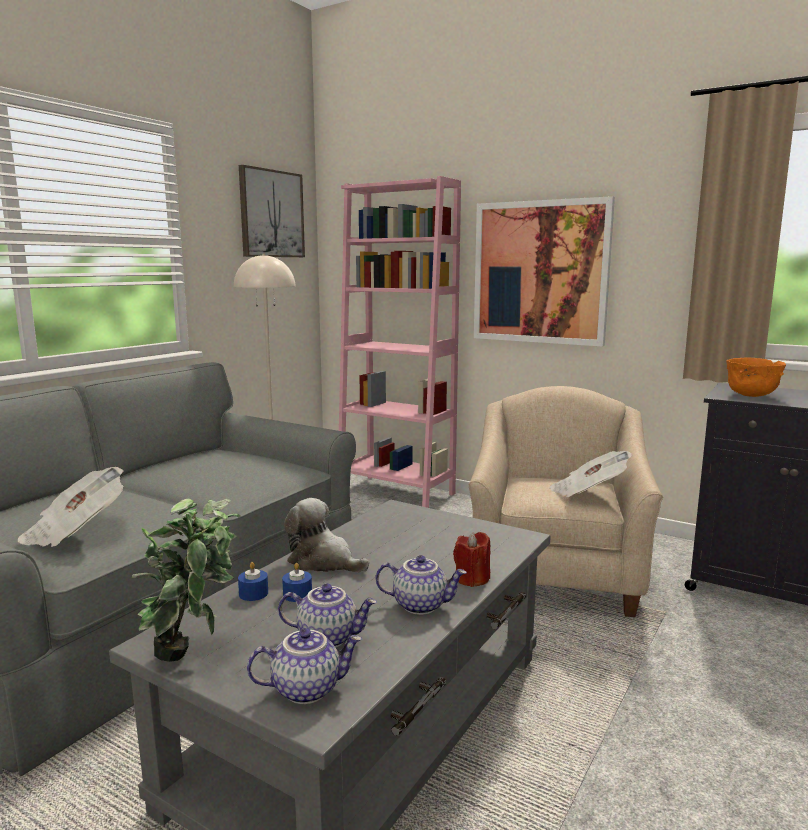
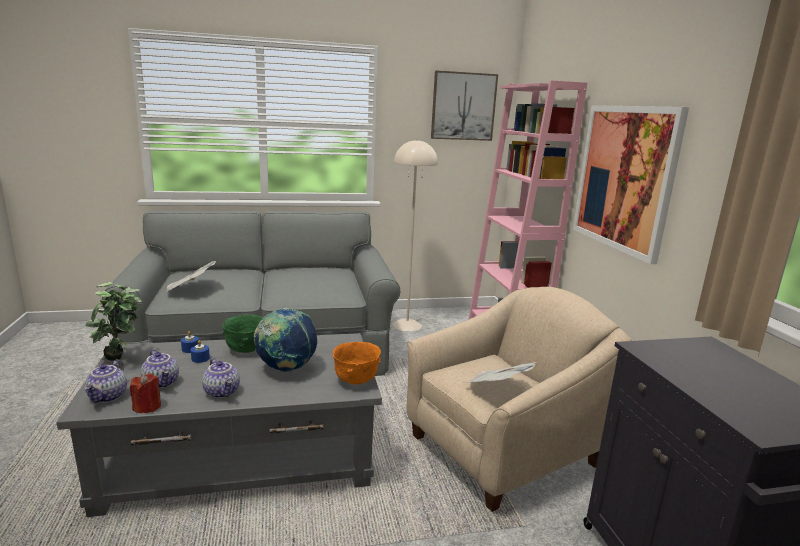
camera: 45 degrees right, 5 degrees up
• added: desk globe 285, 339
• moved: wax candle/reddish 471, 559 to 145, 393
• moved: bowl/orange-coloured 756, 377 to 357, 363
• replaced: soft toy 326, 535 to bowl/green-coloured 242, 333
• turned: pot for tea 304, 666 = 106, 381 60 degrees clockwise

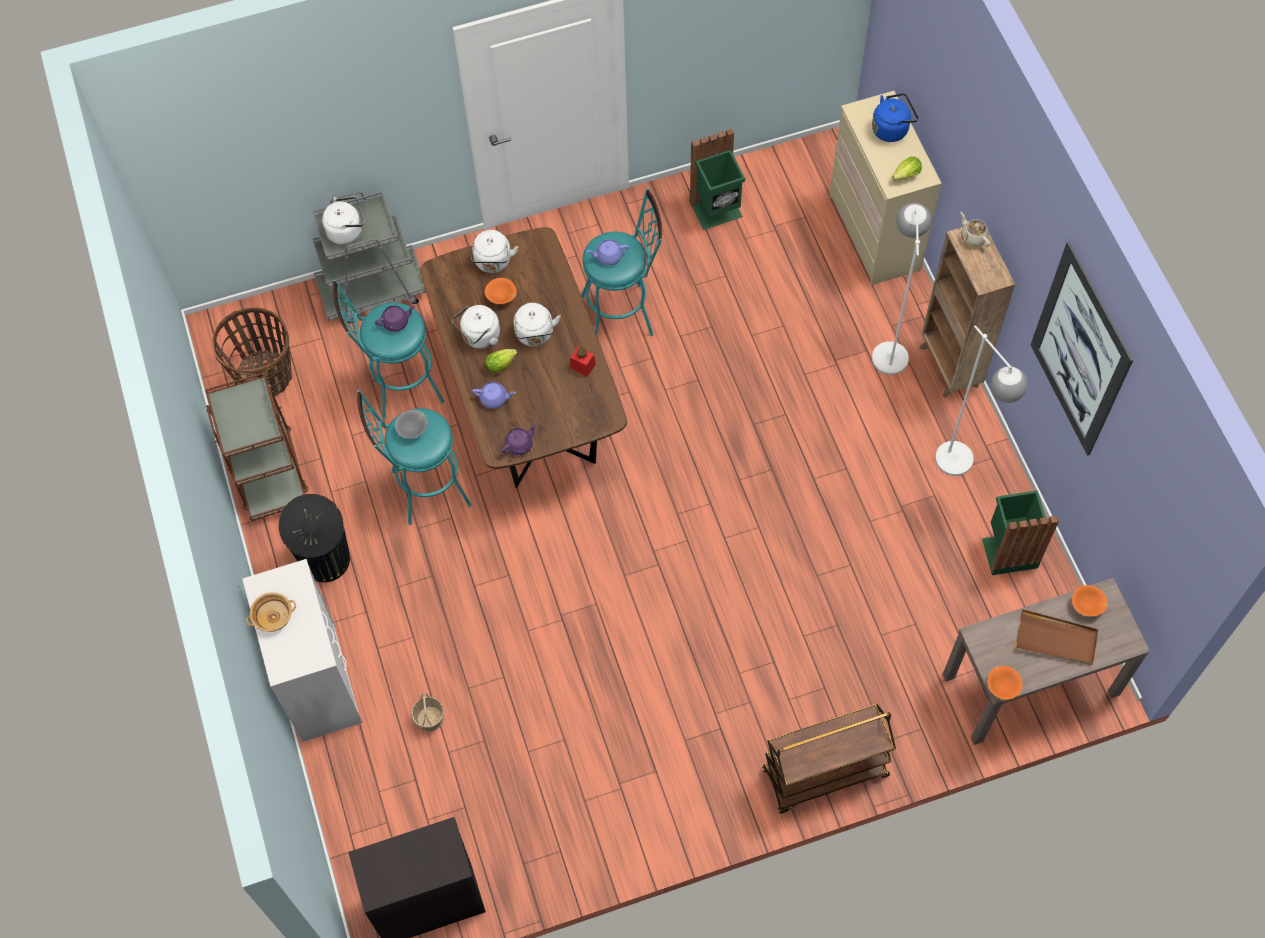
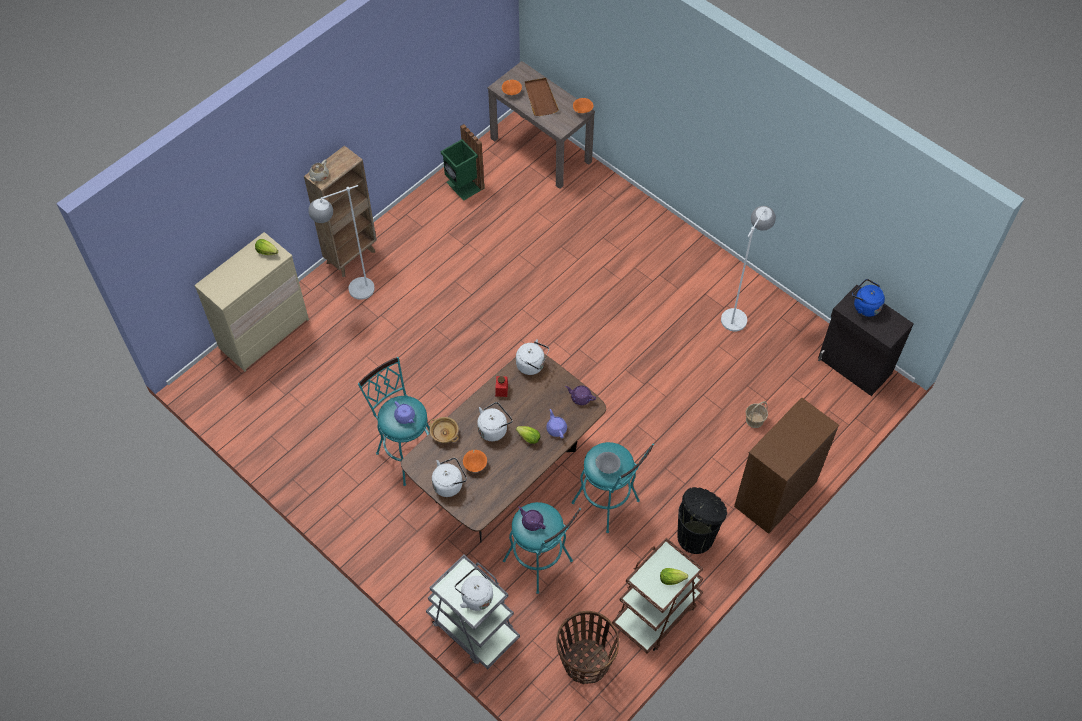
camera: 120 degrees left, 5 degrees down
• removed: trash can/green-coloured 717, 179
• removed: wheeled cart/brown-coloured 829, 759
• removed: picture 1082, 349
• added: head of lettuce 674, 576
• moved: bowl/beige 271, 612 to 444, 430
• moved: kettle/whitish 476, 327 to 532, 357
• moved: kettle/bluish 895, 117 to 868, 298
• moved: standard lamp/whitish 981, 400 to 748, 268
• recoloured: chest of drawers/whitish 302, 650 to chest of drawers/brown-coloured 786, 465

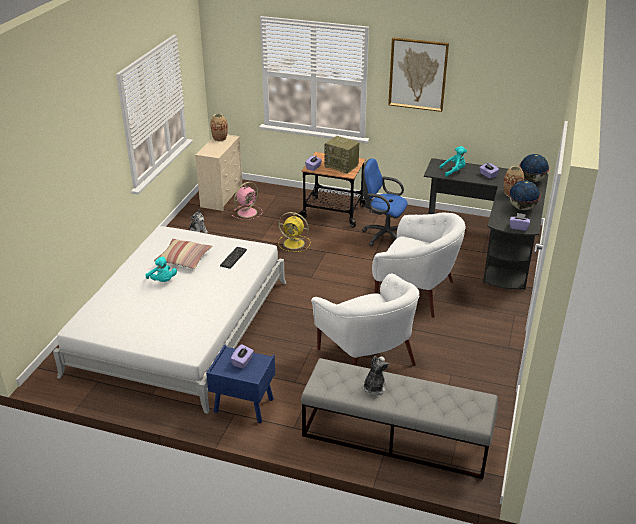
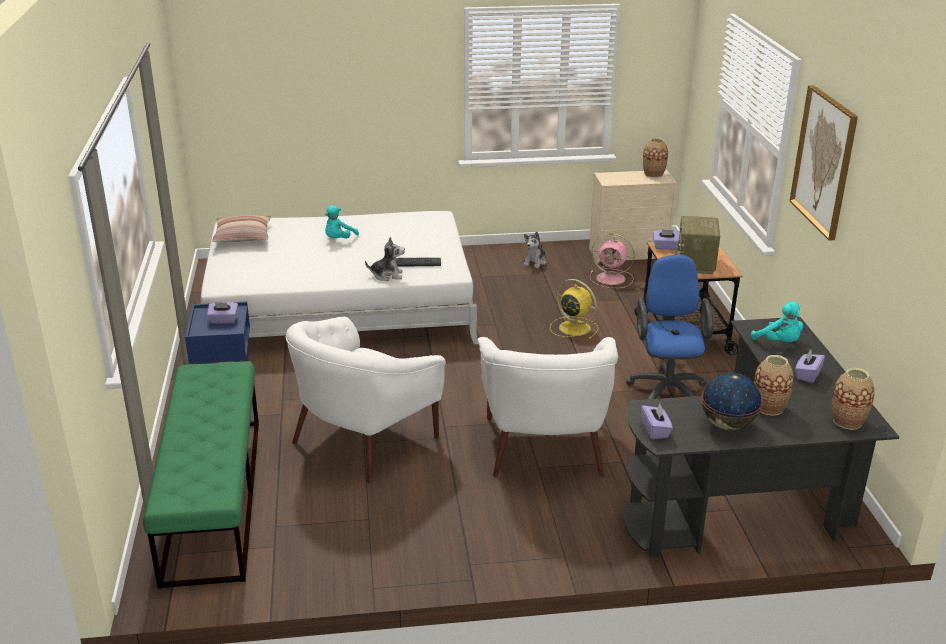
camera: 65 degrees right, 5 degrees down
• moved: pillow 183, 254 to 241, 228
• moved: soft toy 375, 375 to 385, 259
• replaced: desk globe 534, 168 to decorative vase 853, 399
• recoloured: indoor bench/grey 399, 418 to indoor bench/green-coloured 201, 475
• turned: cooling fan/yellow 294, 232 = 574, 309 135 degrees clockwise

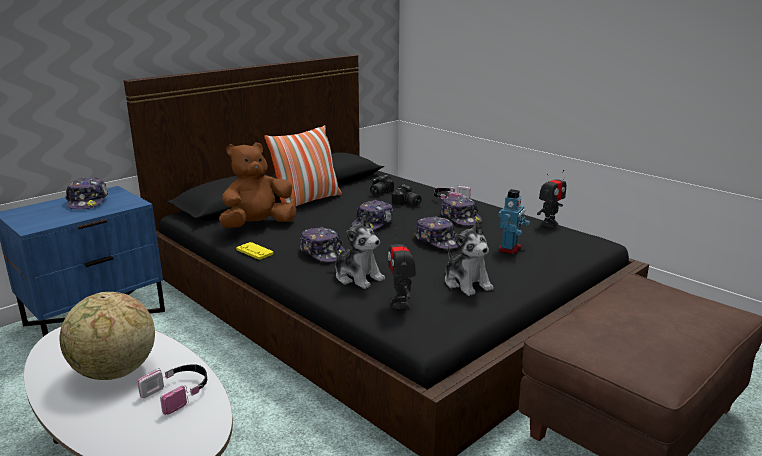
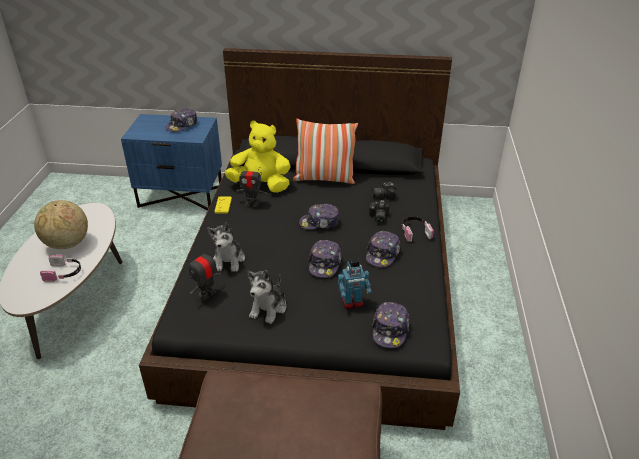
camera: 50 degrees right, 15 degrees up
• moved: baseball cap 322, 244 to 390, 325
• moved: model robot 551, 198 to 252, 187
• recoloured: soft toy/brown-coloured 258, 185 to soft toy/yellow 258, 157

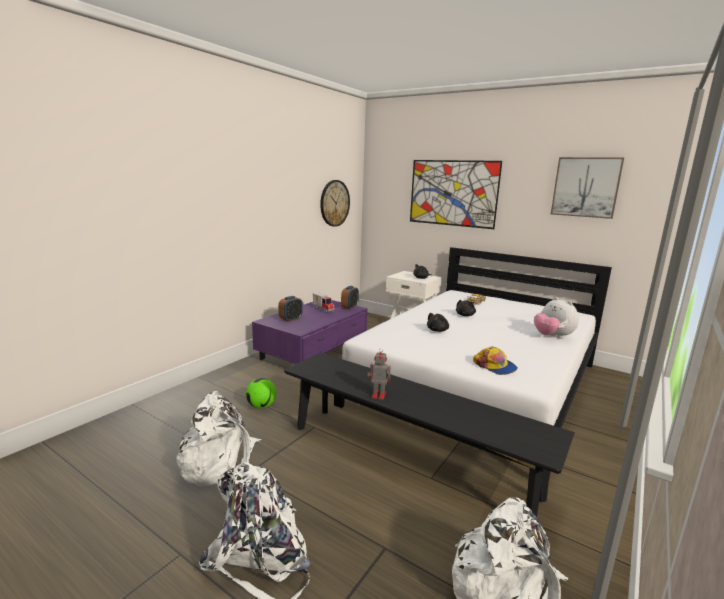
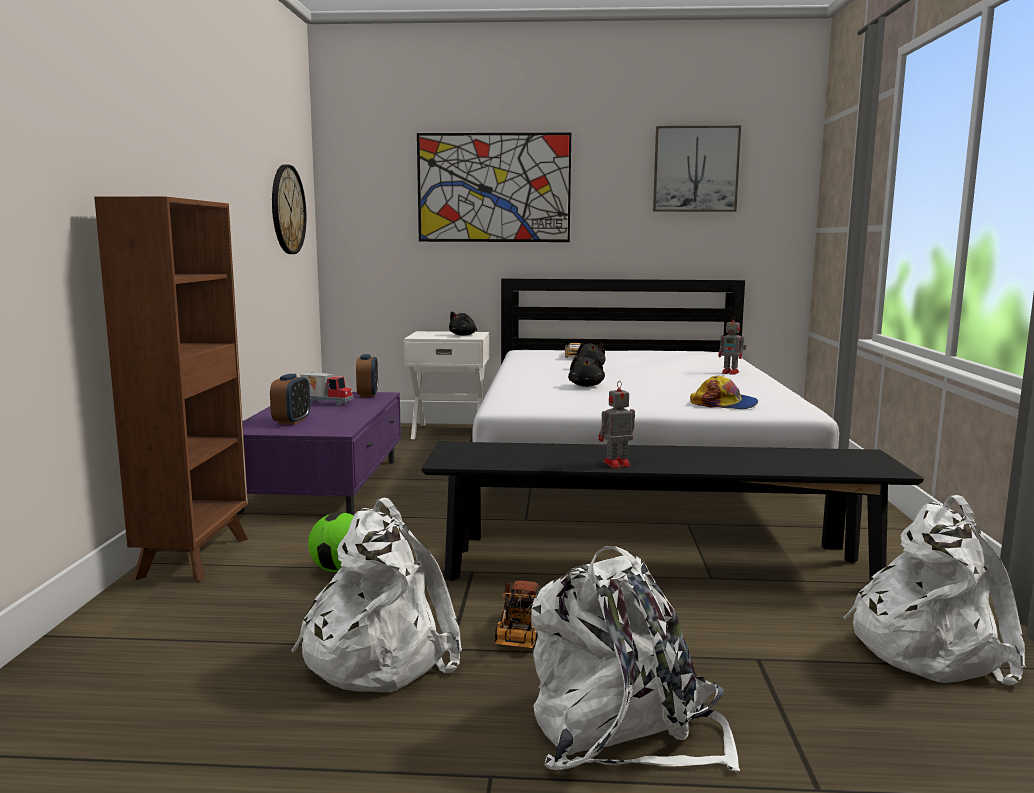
camera: 30 degrees left, 5 degrees down
• added: shelving unit/brown-coloured 171, 389
• added: toy lorry 519, 614
• replaced: soft toy 556, 318 to model robot 732, 345

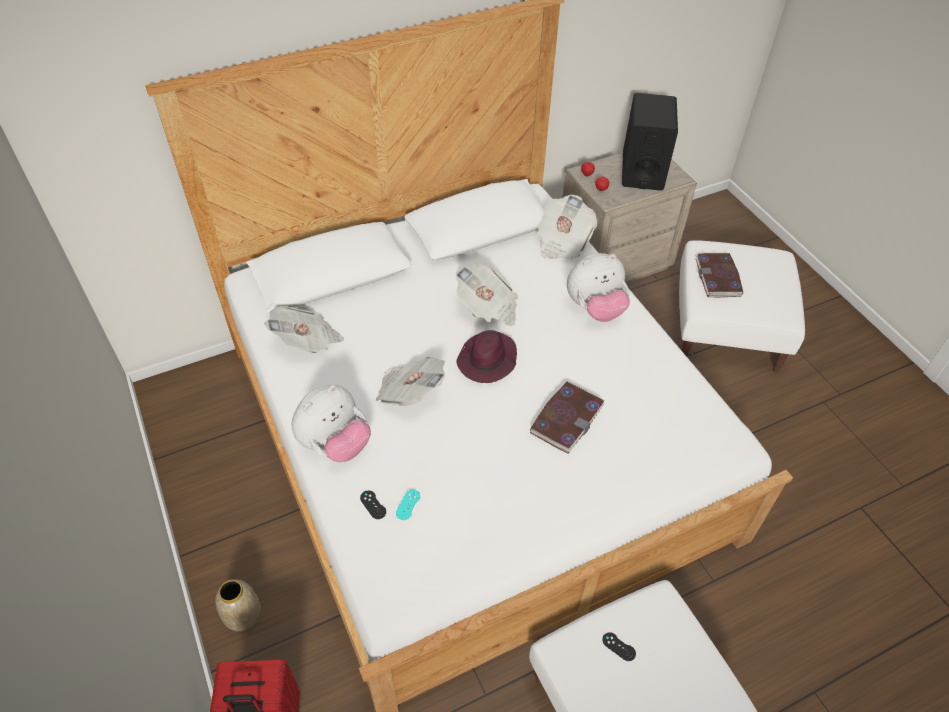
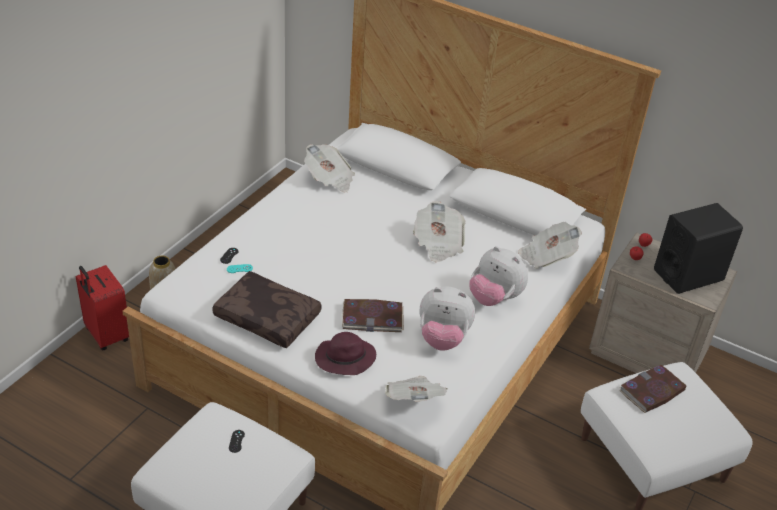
camera: 55 degrees right, 10 degrees down
• added: pillow/brown-coloured 267, 309
• moved: soft toy 331, 423 to 447, 319
• moved: daily paper 410, 381 to 416, 389
• moved: clothing hat/purplish 486, 356 to 345, 353

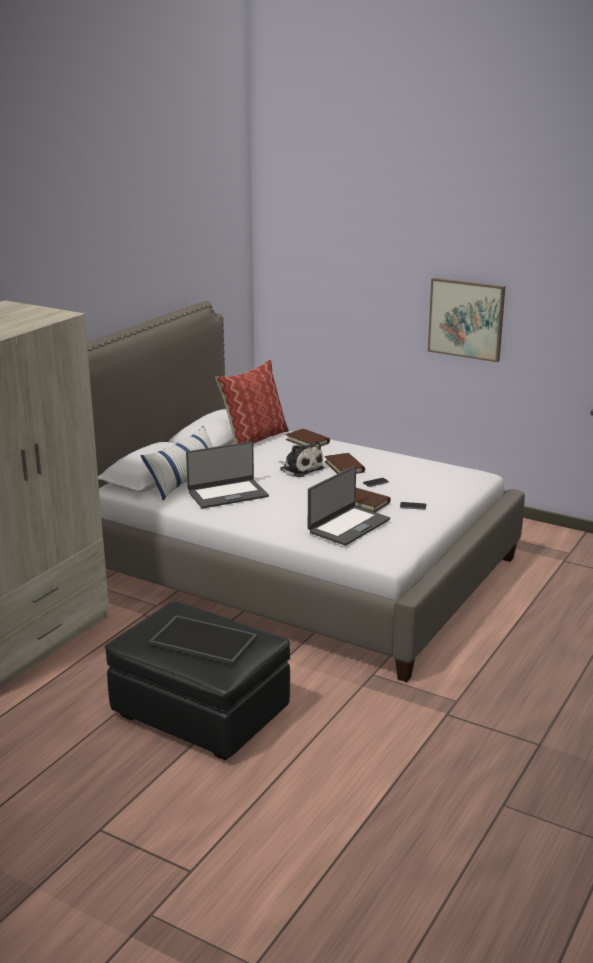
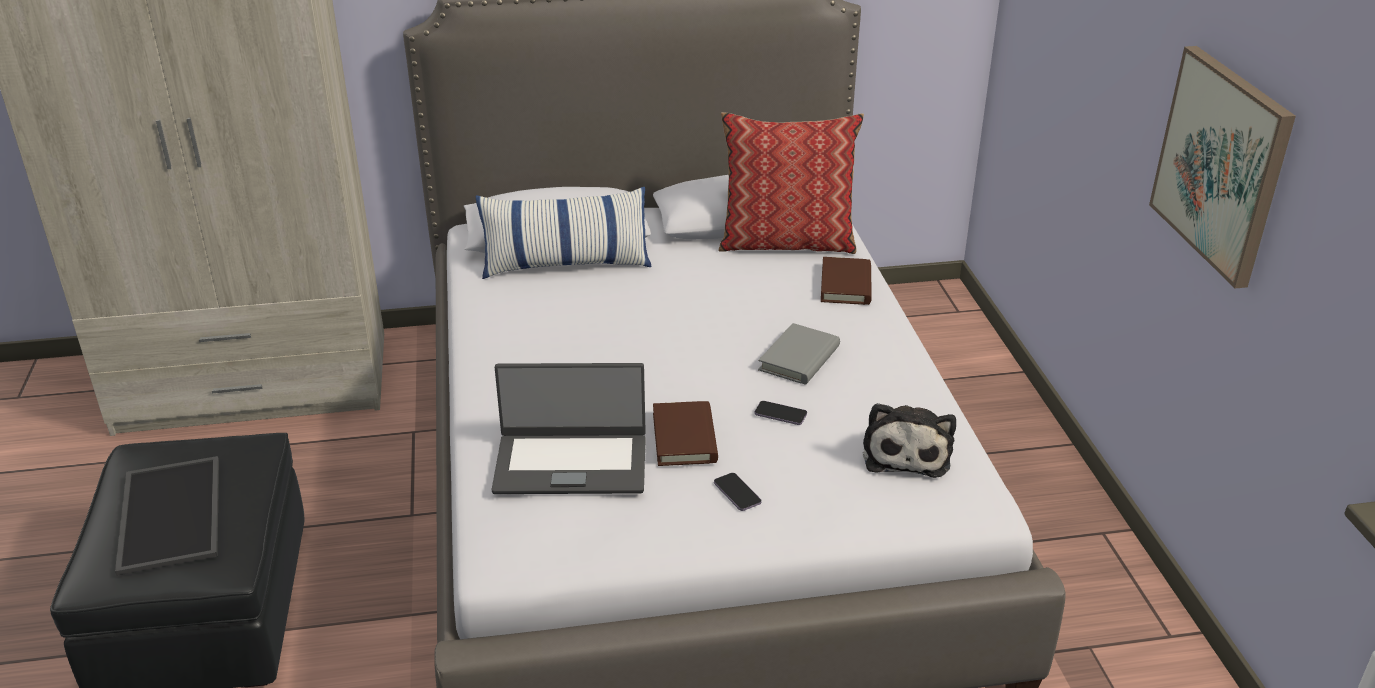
camera: 50 degrees right, 10 degrees up
• removed: notebook computer 227, 474
• moved: soft toy 301, 459 to 909, 440
• recoloured: book/brown-coloured 345, 463 to book/grey 799, 354

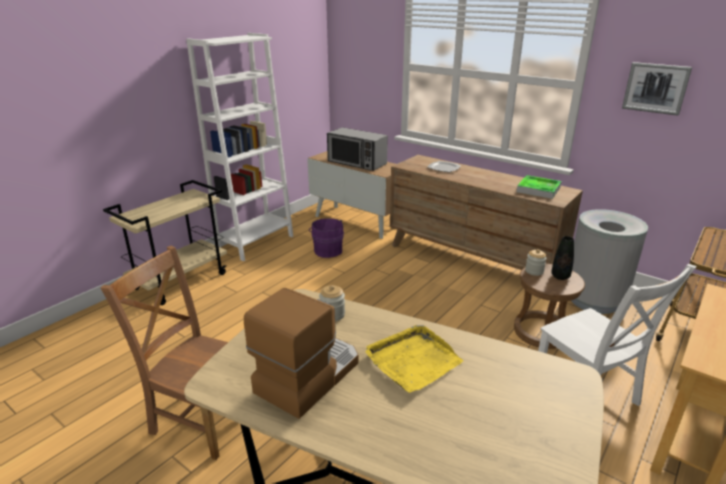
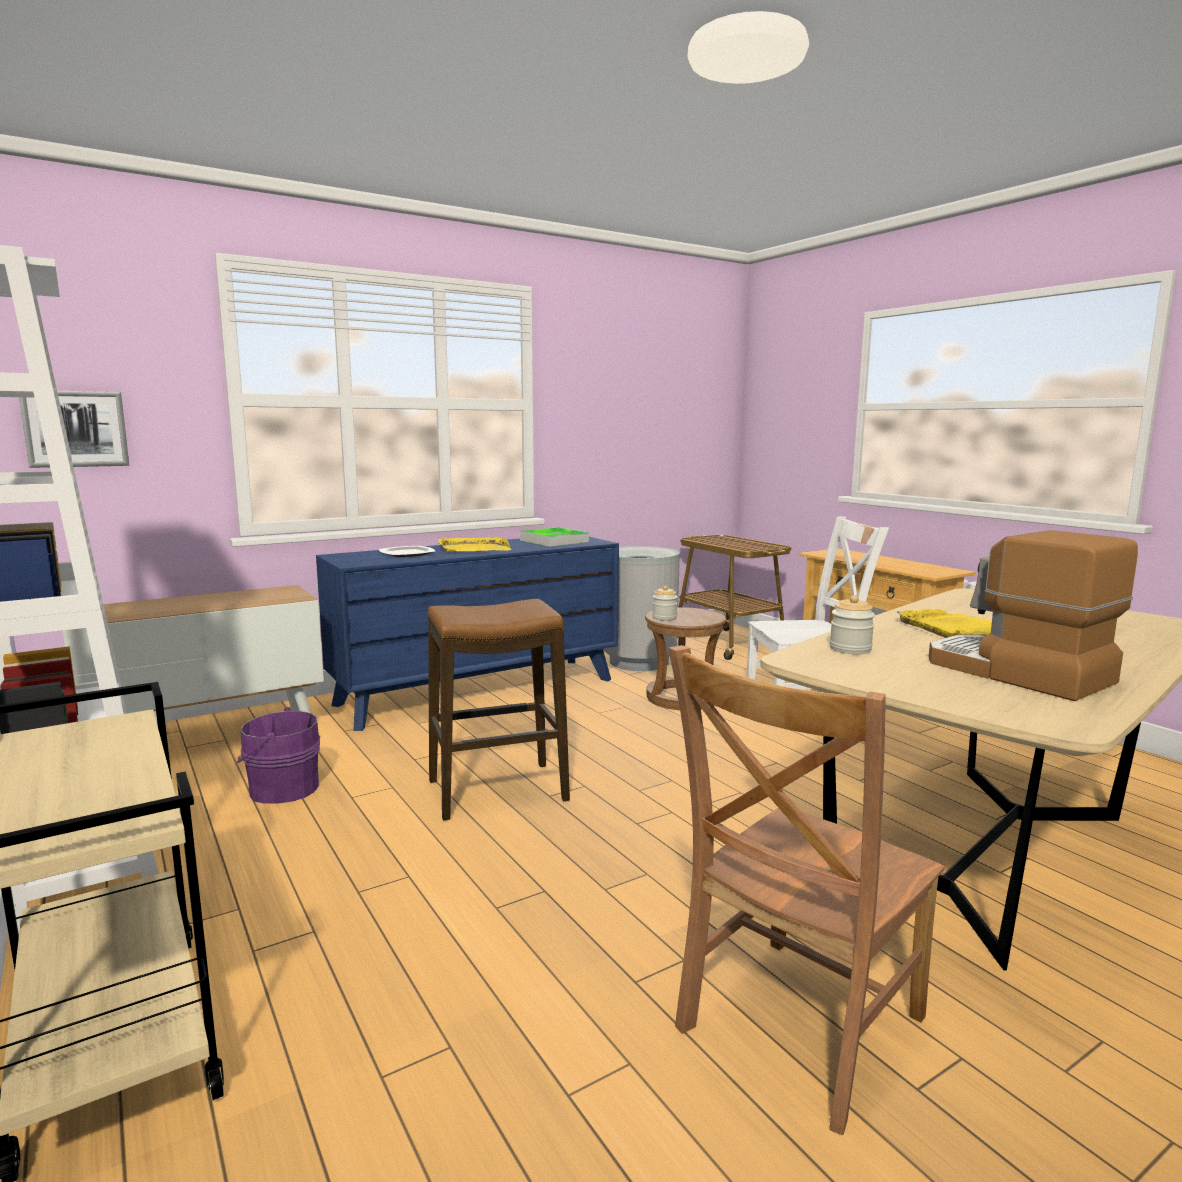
camera: 70 degrees left, 15 degrees down
• removed: microwave oven 357, 149
• removed: decorative vase/black 563, 258
• added: stool 499, 710
• added: tray/yellow 475, 544
• moved: picture 657, 89 to 74, 429
• recoloured: chest of drawers/brown-coloured 486, 212 to chest of drawers/bluish 467, 634

